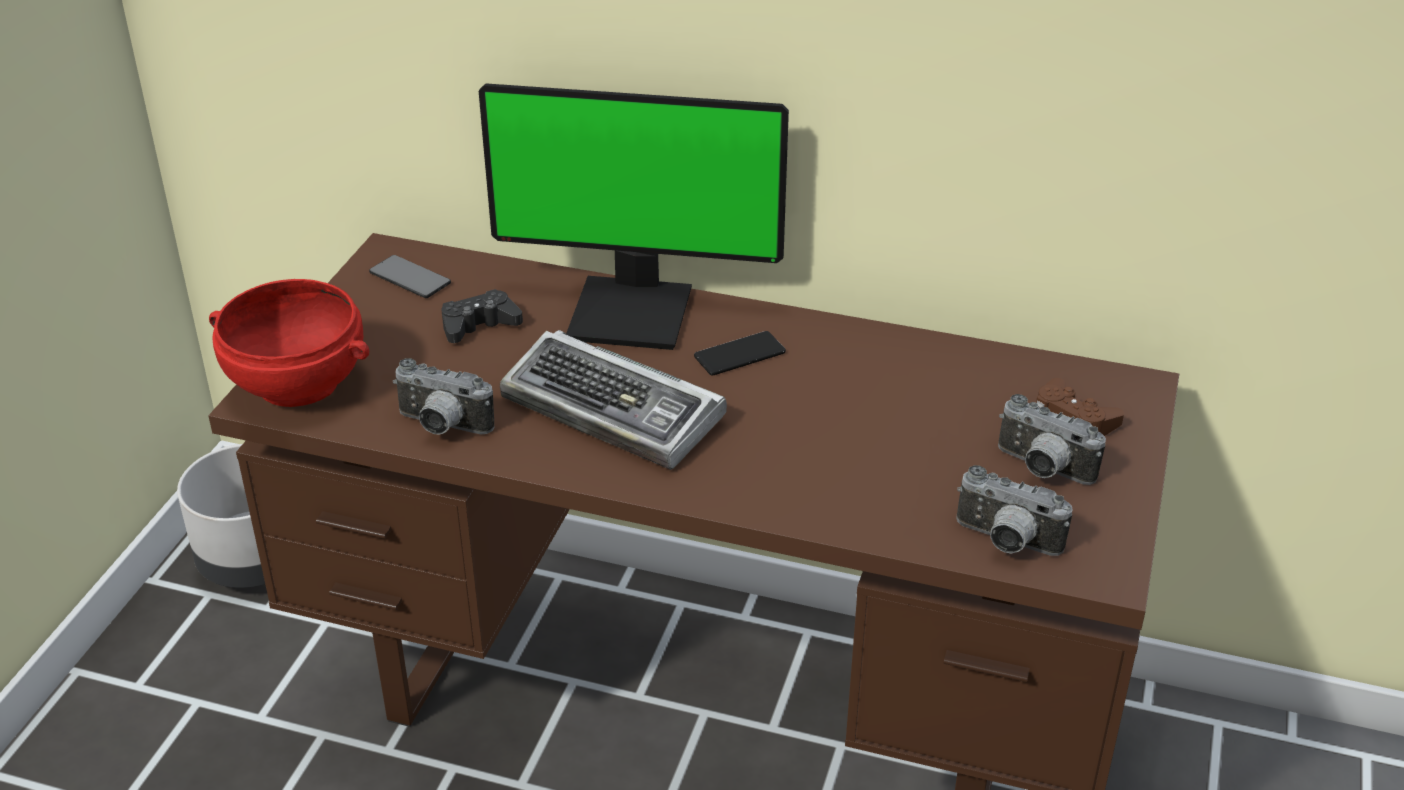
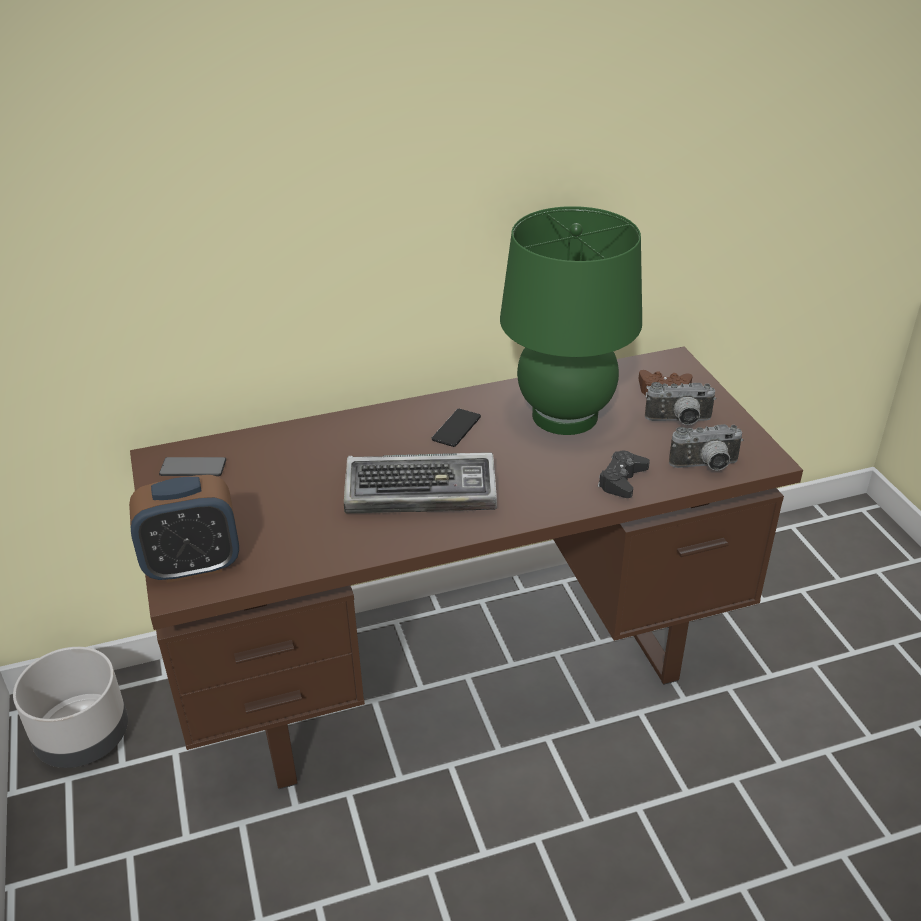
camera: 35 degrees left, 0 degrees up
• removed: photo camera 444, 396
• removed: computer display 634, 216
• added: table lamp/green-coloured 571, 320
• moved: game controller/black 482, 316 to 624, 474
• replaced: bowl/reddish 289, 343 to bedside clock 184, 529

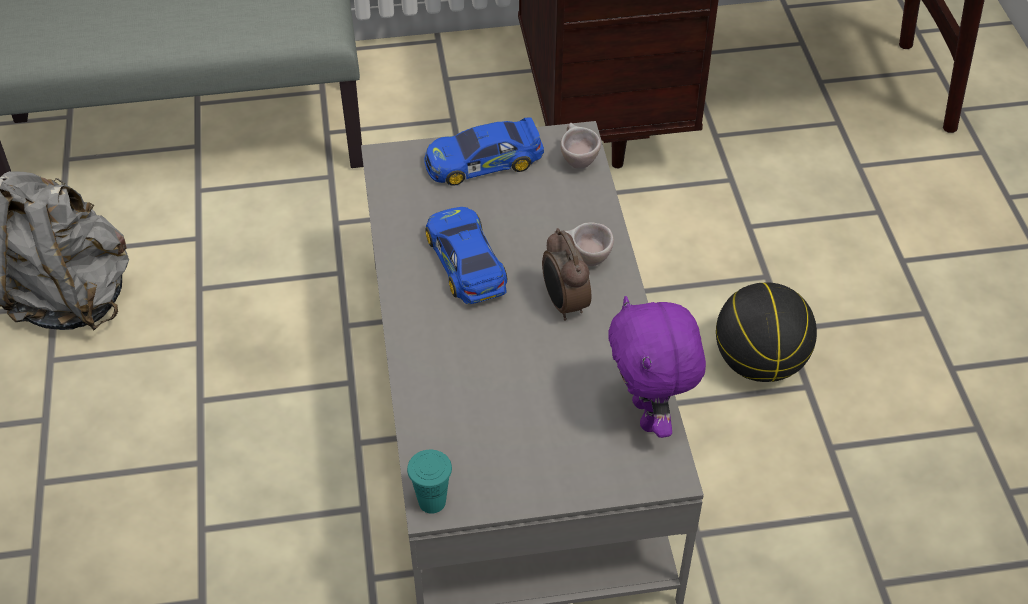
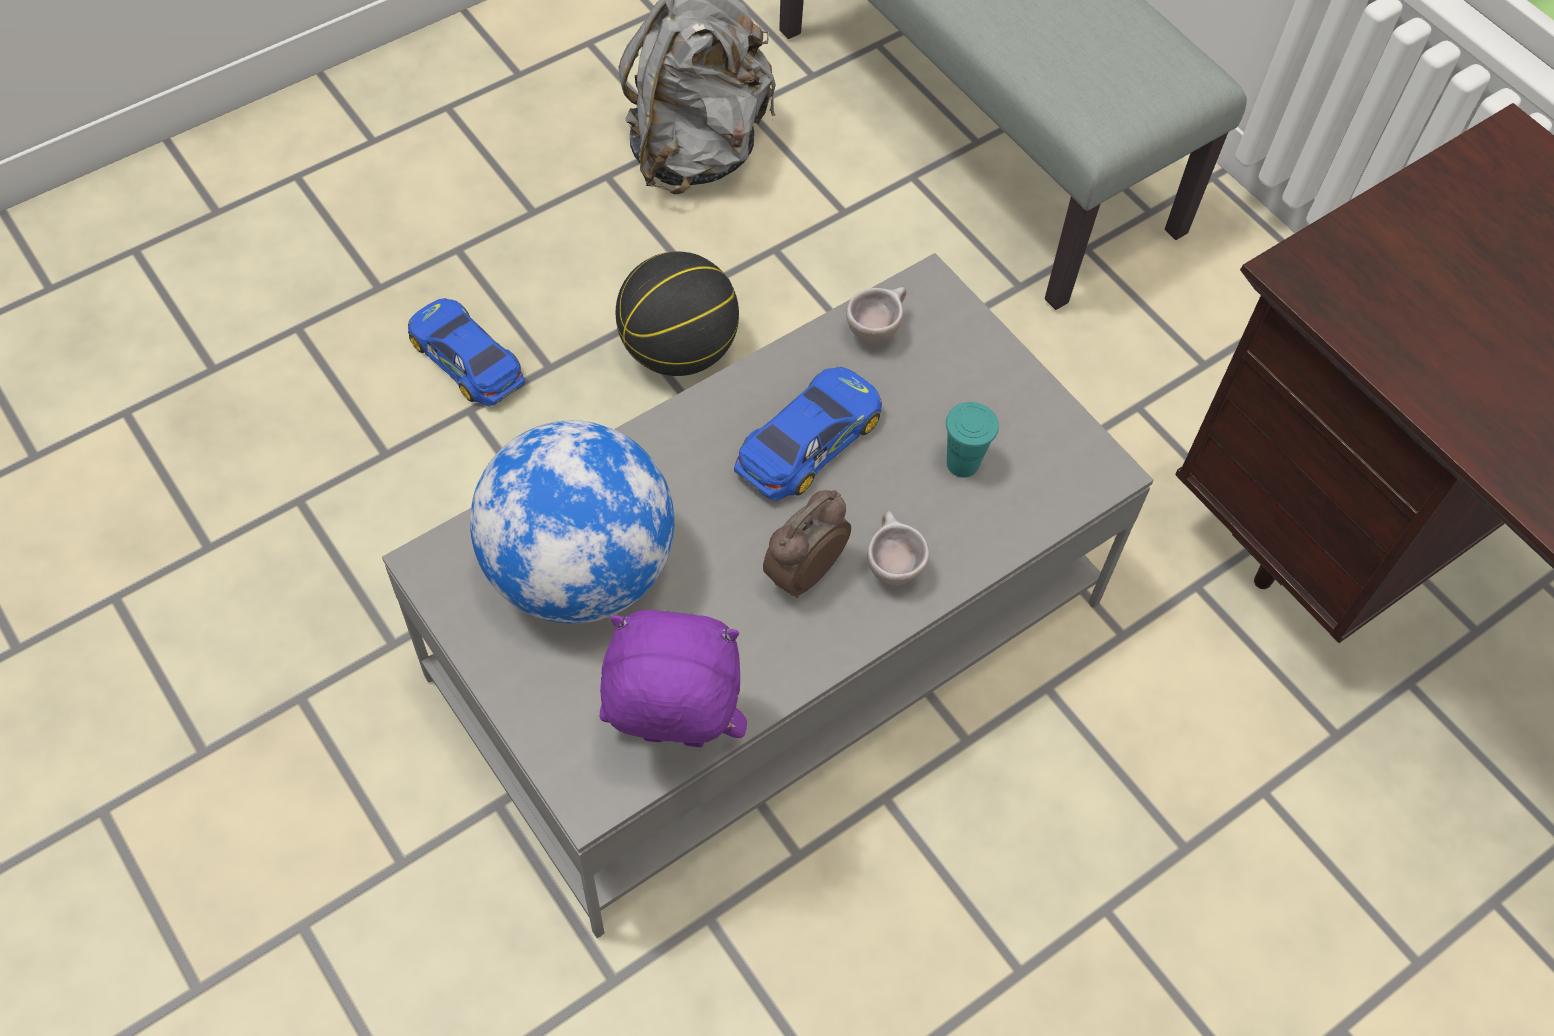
camera: 60 degrees right, 10 degrees up
• added: desk globe 572, 522
• moved: cup/turquoise 429, 482 to 972, 440
• moved: toy car 484, 152 to 466, 352
• moved: cup/beige 580, 146 to 876, 316
• moved: basketball ball 766, 332 to 677, 314
• turned: soft toy/purplish 657, 367 = 673, 678 45 degrees clockwise

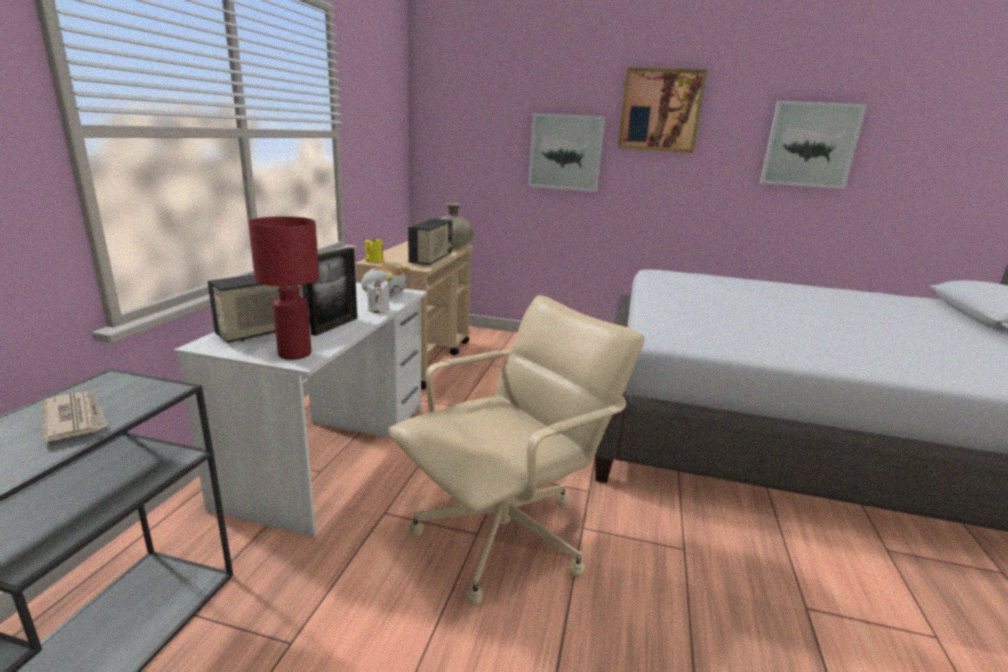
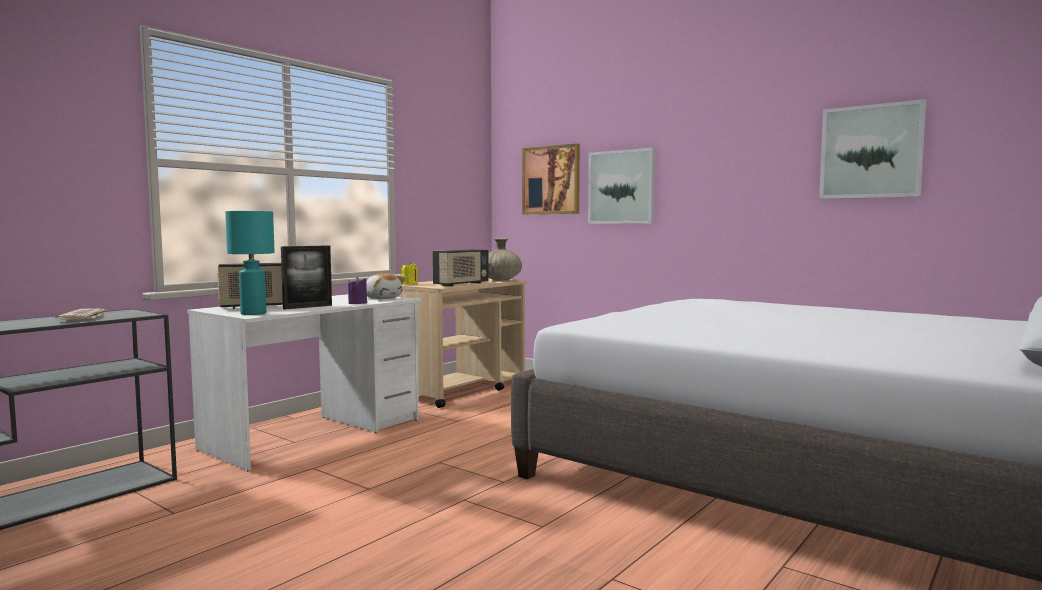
camera: 25 degrees right, 15 degrees down
• removed: desk chair/beige 516, 450
• moved: picture 662, 110 to 551, 178
• recoloured: table lamp/reddish 284, 288 to table lamp/turquoise 250, 263
• recoloured: wax candle/whitish 378, 296 to wax candle/purplish 357, 290

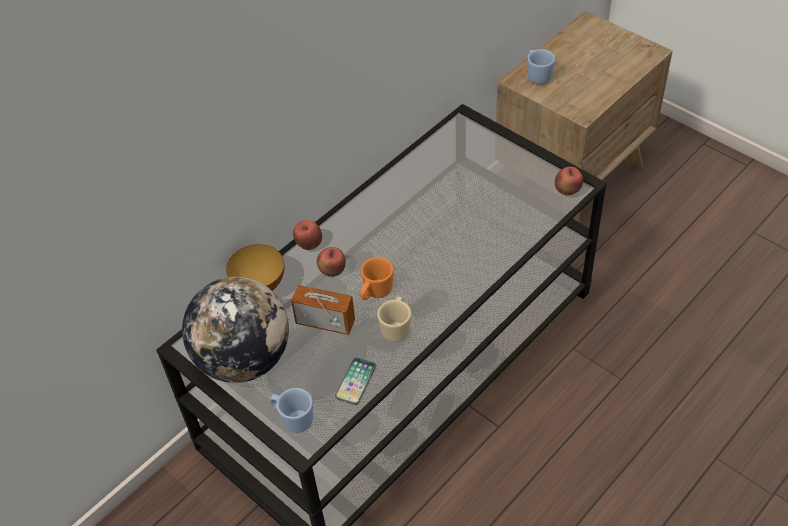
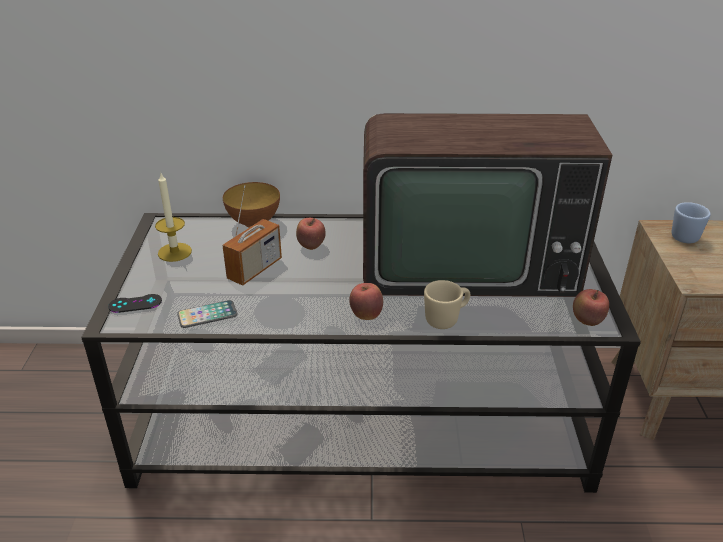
camera: 45 degrees right, 15 degrees down
• removed: mug/orange-coloured 377, 278
• added: TV set 487, 205
• moved: apple 307, 235 to 366, 301
• moved: mug/beige 394, 319 to 447, 304
• replaced: desk globe 235, 330 to wax candle 173, 217
• replaced: mug/bluish 291, 410 to game controller/black 135, 303
• turned: radio 323, 306 = 252, 235 60 degrees clockwise

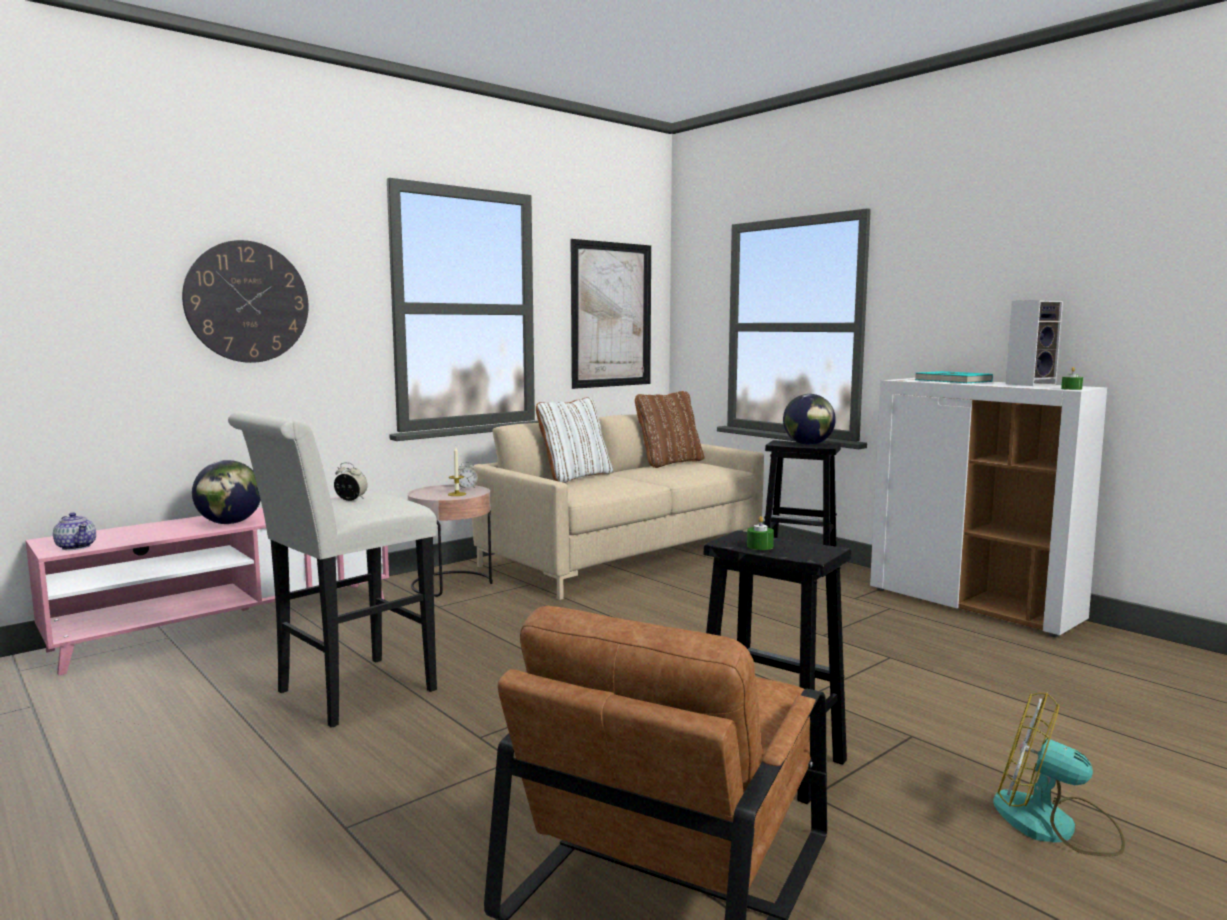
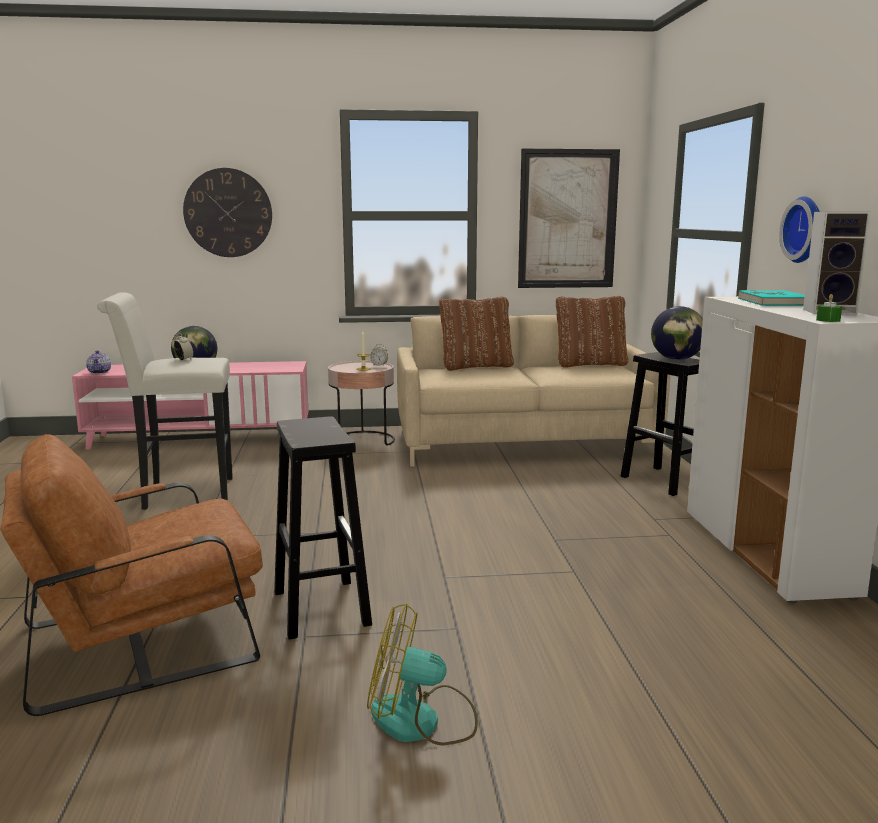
camera: 35 degrees right, 5 degrees up
• removed: wax candle/green-coloured 760, 533
• added: wall clock 799, 229
• recoloured: pillow/whitish 574, 440 to pillow/brown-coloured 476, 334
• turned: cooling fan 1059, 774 = 422, 675 60 degrees counterclockwise

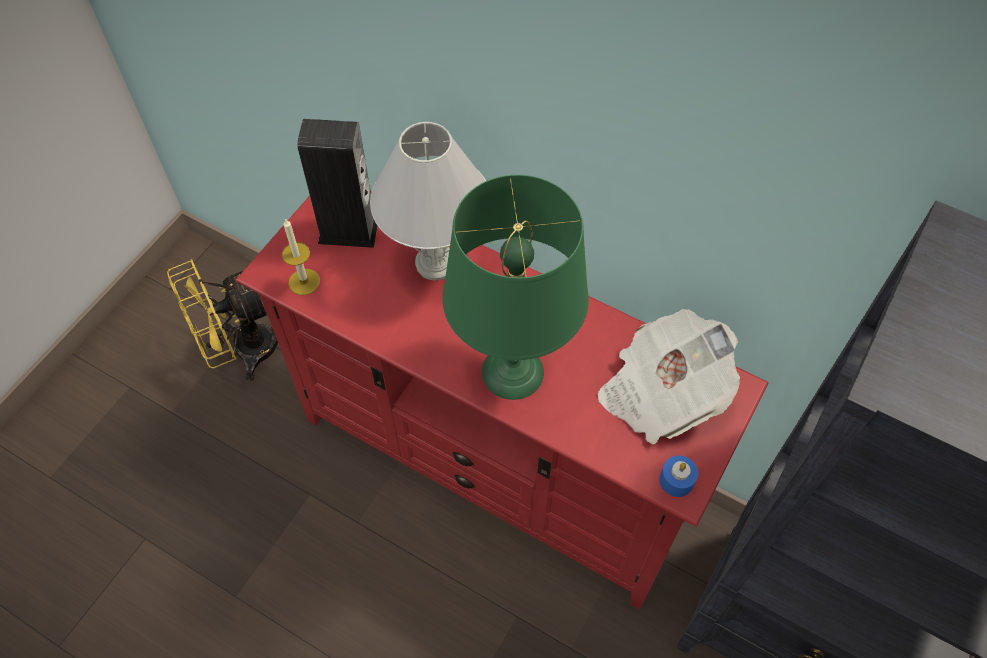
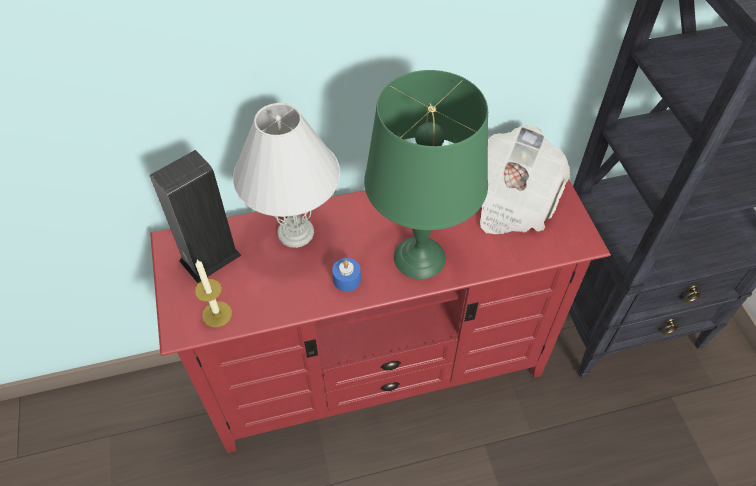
camera: 45 degrees left, 5 degrees down
• removed: cooling fan/yellow 222, 320
• moved: wax candle/bluish 679, 476 to 346, 275

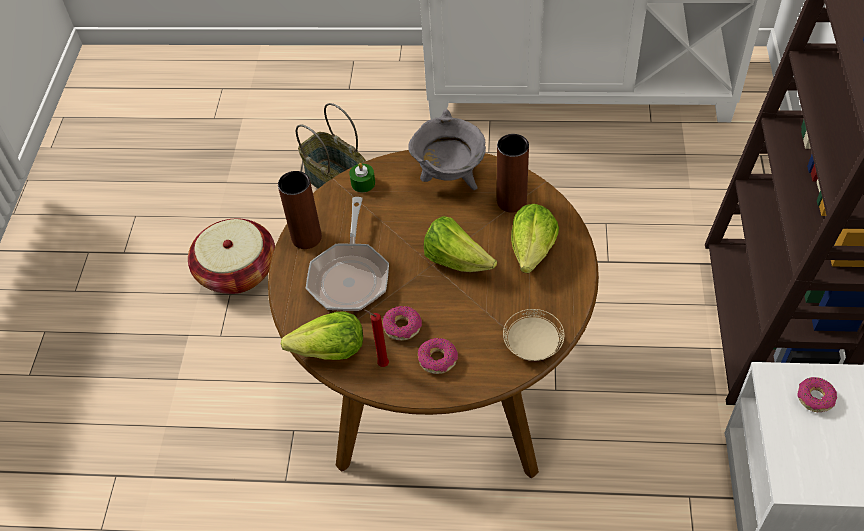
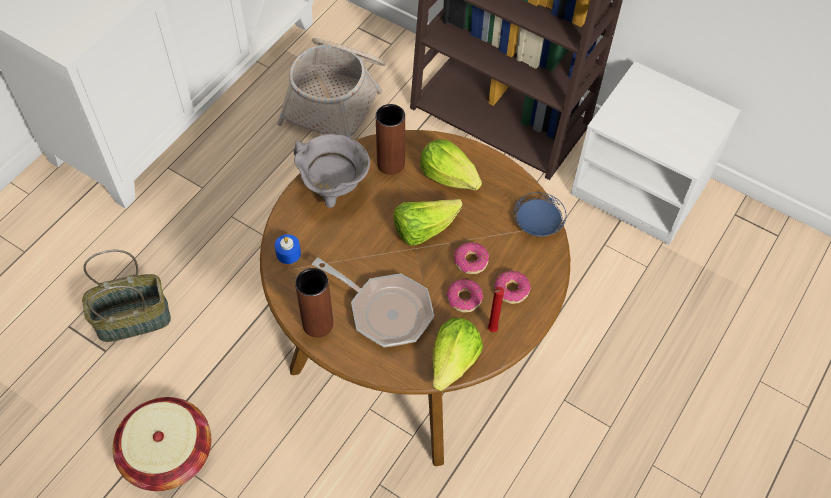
camera: 65 degrees left, 5 degrees up
• added: storage basket 331, 88
• moved: ring doughnut 817, 394 to 471, 258
• recoloured: wax candle/green-coloured 362, 178 to wax candle/bluish 288, 249
• recoloured: plate/beige 534, 335 to plate/bluish 540, 214

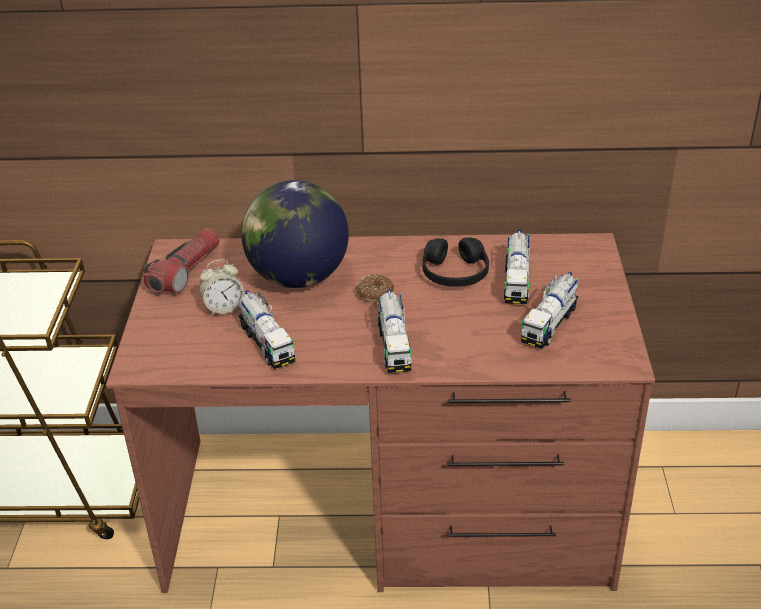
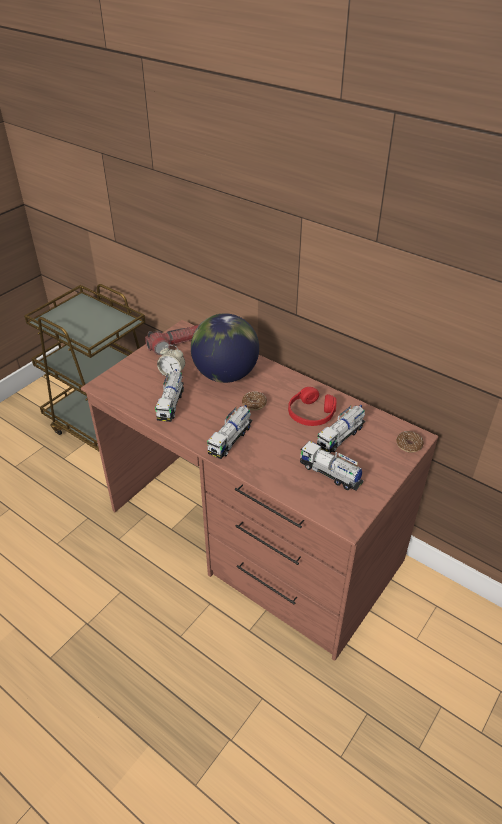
camera: 35 degrees right, 5 degrees up
• added: ring doughnut 410, 442
• recoloured: headphones/black 455, 262 to headphones/reddish 312, 406
• turned: toy lorry 549, 310 = 332, 465 60 degrees clockwise

